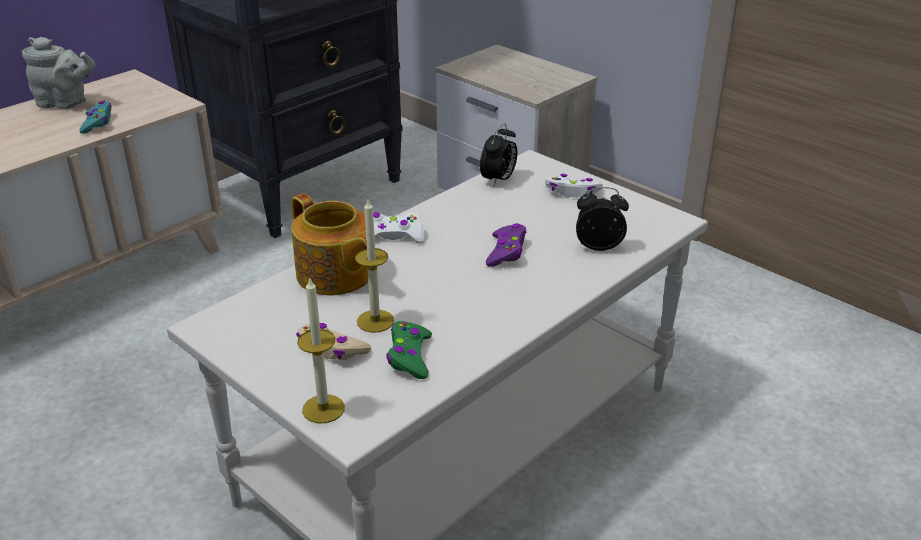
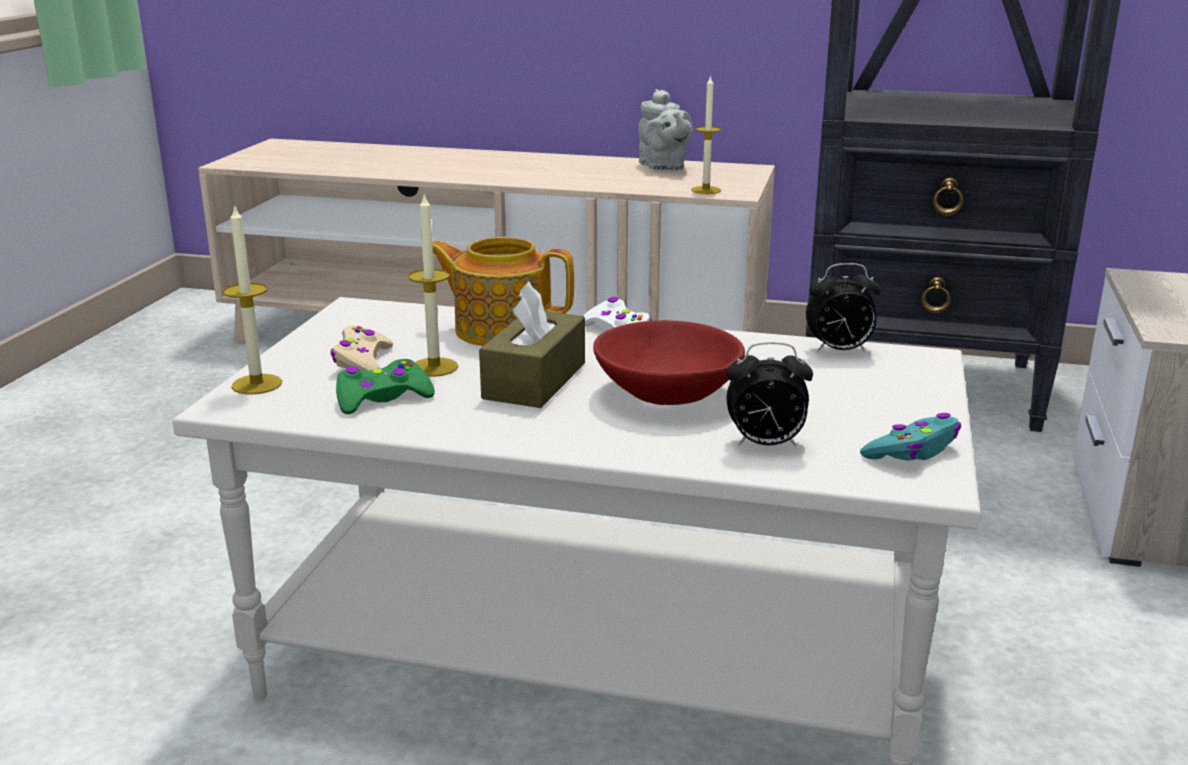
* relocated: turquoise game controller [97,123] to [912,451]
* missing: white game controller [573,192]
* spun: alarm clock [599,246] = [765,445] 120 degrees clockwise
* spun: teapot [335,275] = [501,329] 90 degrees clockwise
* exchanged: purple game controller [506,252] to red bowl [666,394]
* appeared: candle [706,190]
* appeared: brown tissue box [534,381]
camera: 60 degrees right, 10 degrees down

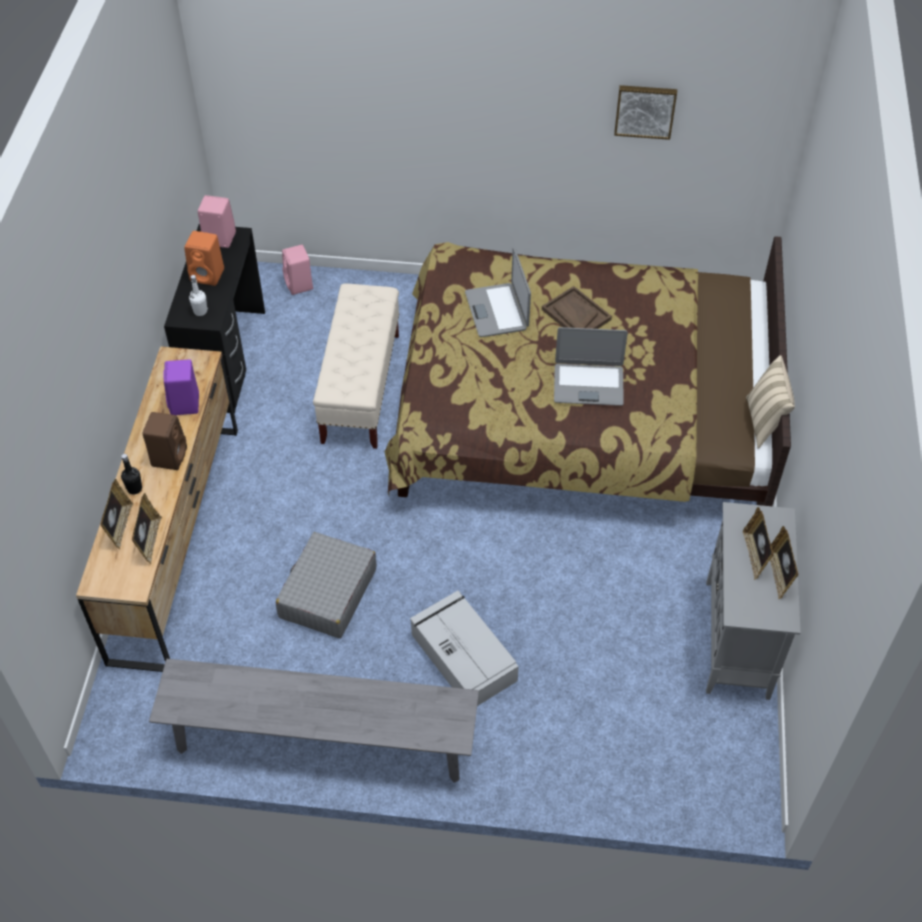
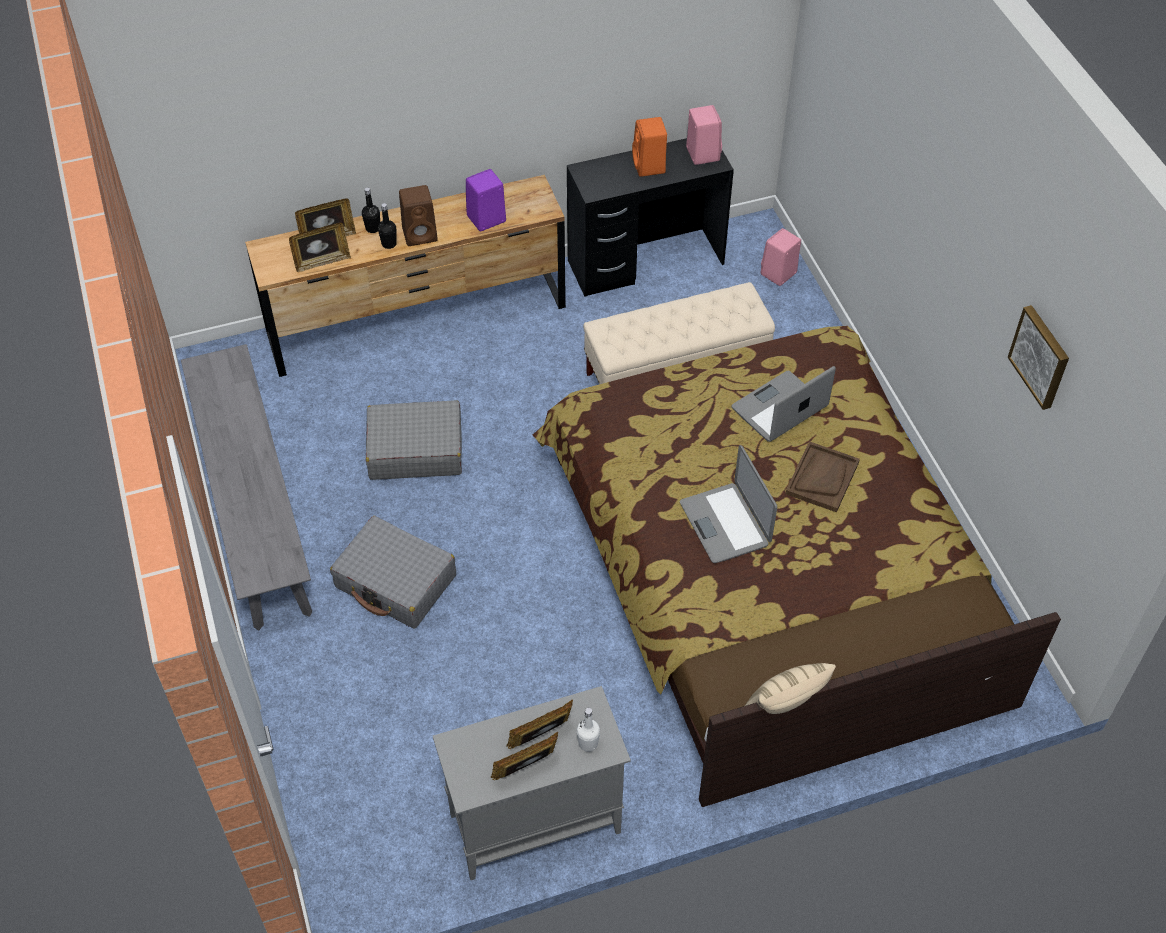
* relocated: white bottle [200,311] to [588,743]
* exchanged: grey storage box [462,656] to grey suitcase [396,582]
* appeared: black bottle [389,244]
camera: 65 degrees right, 0 degrees up

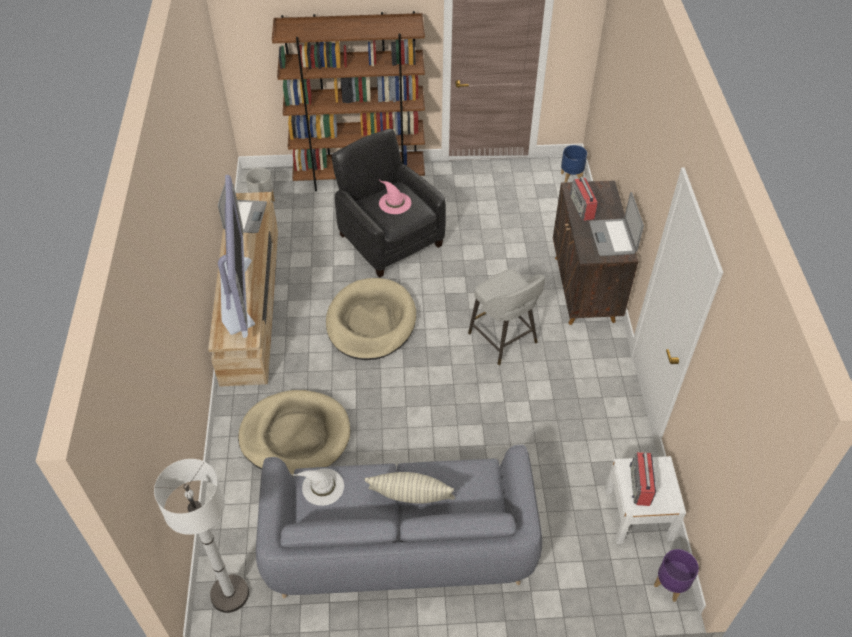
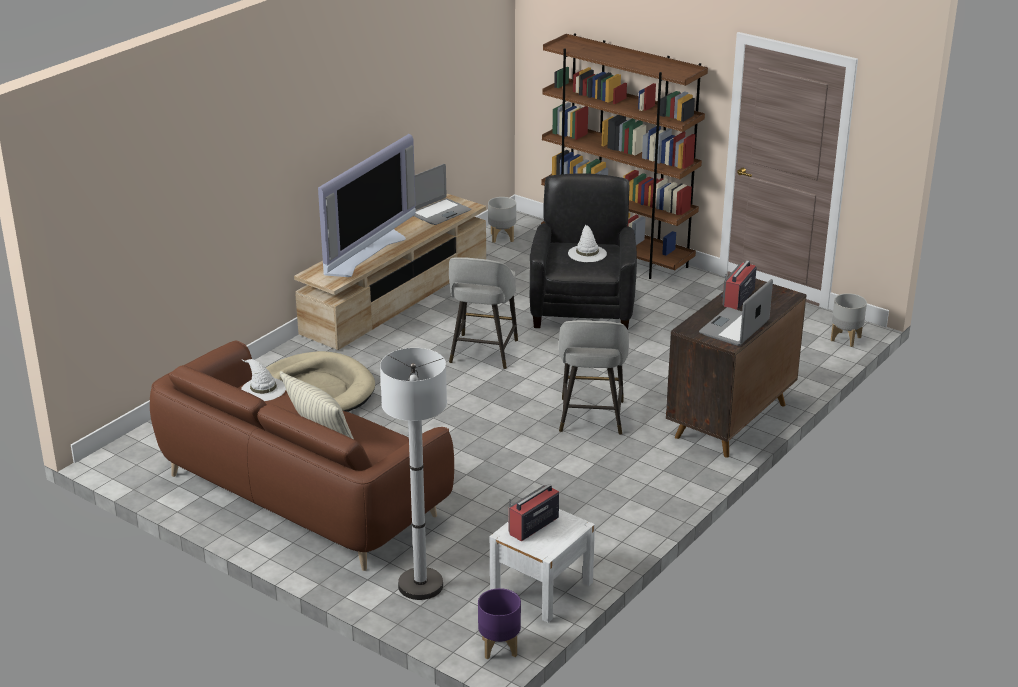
* colour: blue planter [571,177] to grey planter [846,339]
* colour: pink hat [394,202] to white hat [587,253]
* exchanged: beige dog bed [371,322] to grey stool [483,352]
* colour: grey sofa [400,544] to brown sofa [302,494]
* relocated: white floor lamp [229,594] to [420,585]
camera: 40 degrees right, 20 degrees down

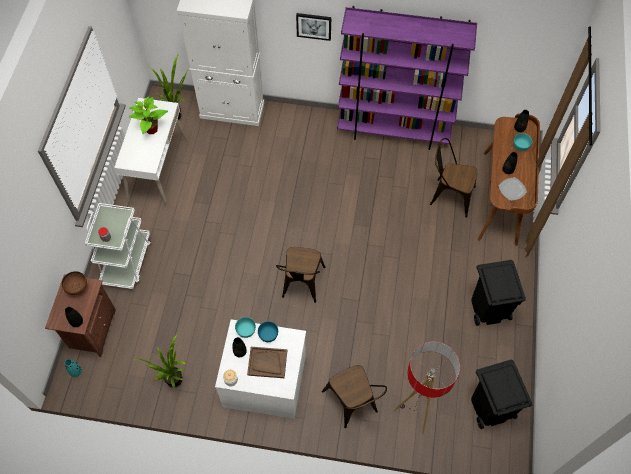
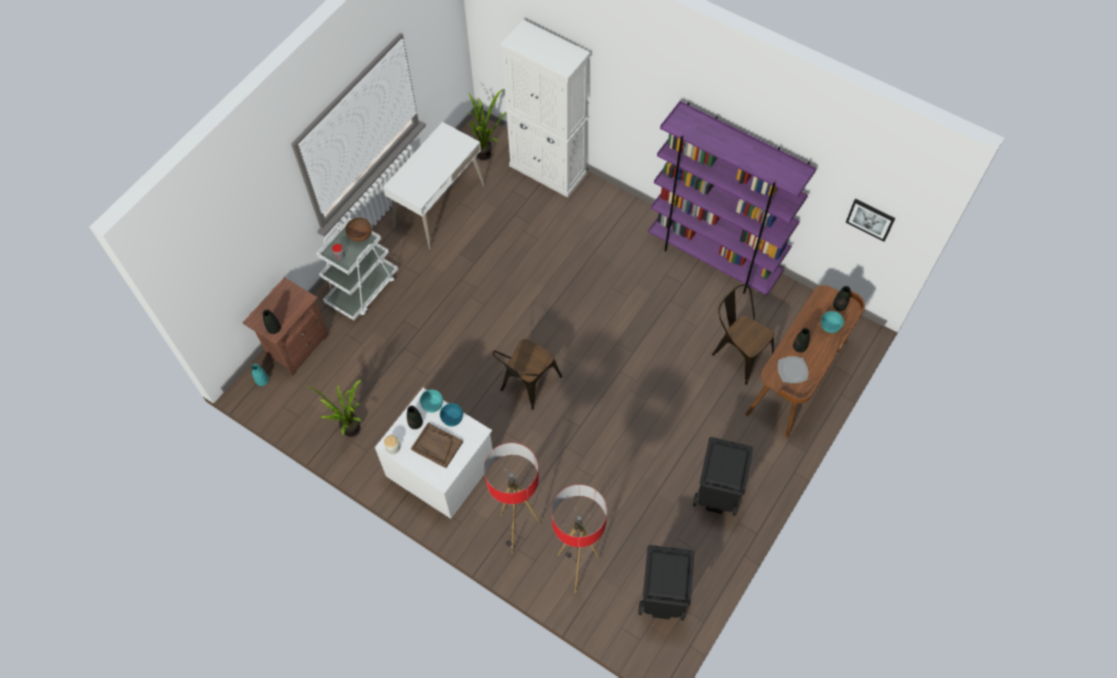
* relocated: picture [314,26] to [870,219]
* missing: potted plant [151,129]
* relocated: brown bowl [77,288] to [360,236]
* exchanged: brown chair [353,404] to floor lamp [518,531]
camera: 25 degrees right, 0 degrees up

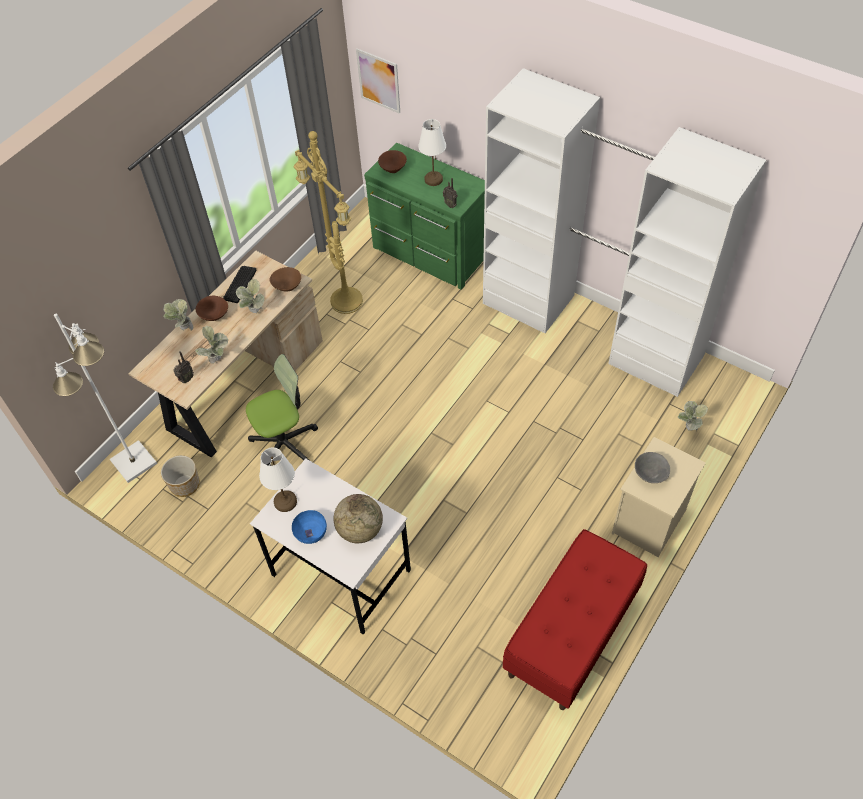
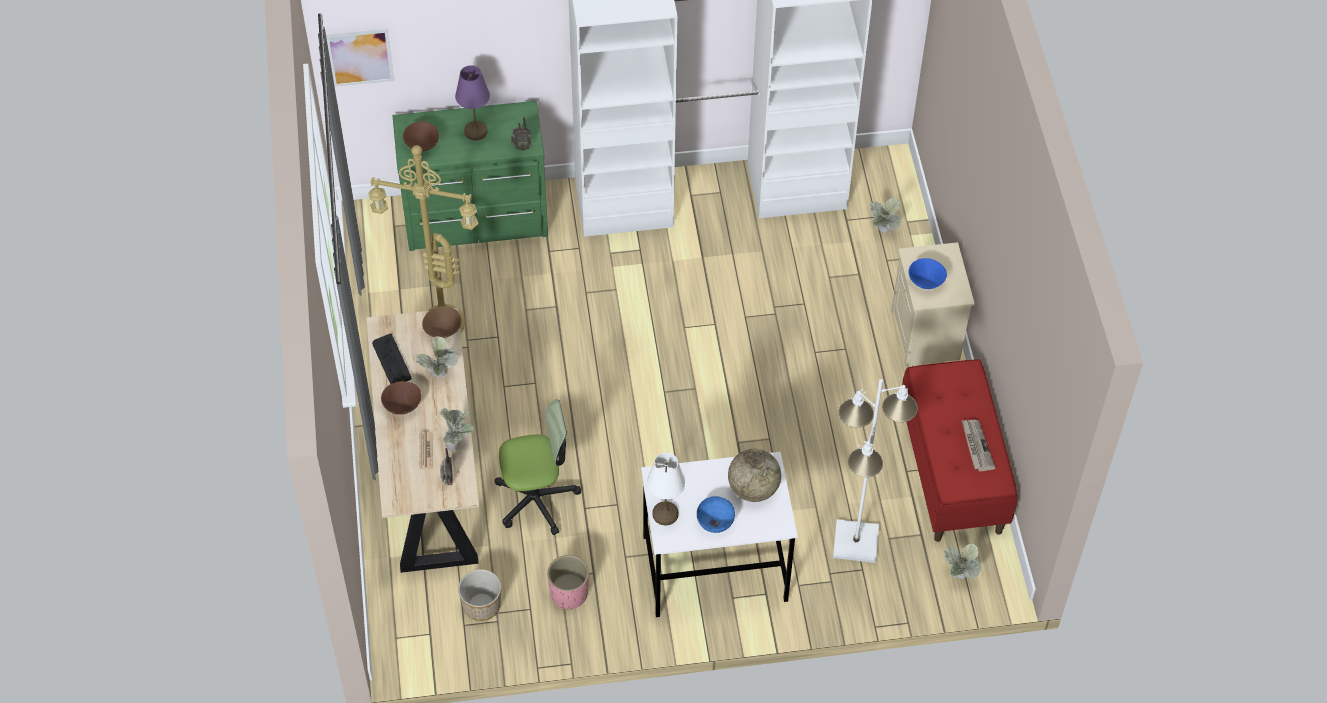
* colour: white table lamp [433,180] to purple table lamp [475,132]
* relocated: potted plant [183,329] to [958,577]
* relocated: white floor lamp [133,463] to [856,542]
* spun: office chair [285,443] = [536,499] 60 degrees clockwise
* colour: grey bowl [650,475] to blue bowl [926,282]
* appeared: newspaper [976,446]
* appeared: pink planter [569,593]
camera: 45 degrees left, 0 degrees up

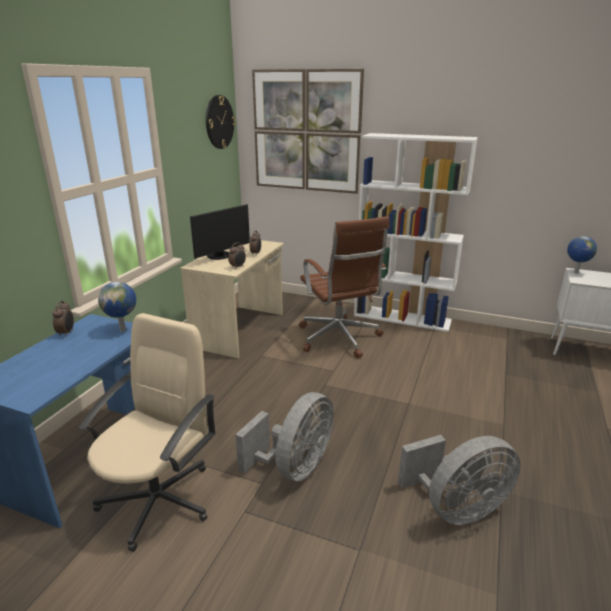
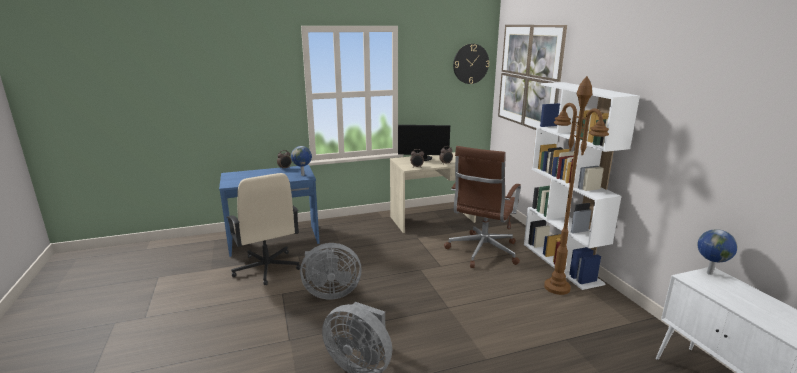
* spun: beige office chair [159,499] = [267,268] 75 degrees clockwise
* appeared: brown floor lamp [557,287]
camera: 50 degrees right, 5 degrees down

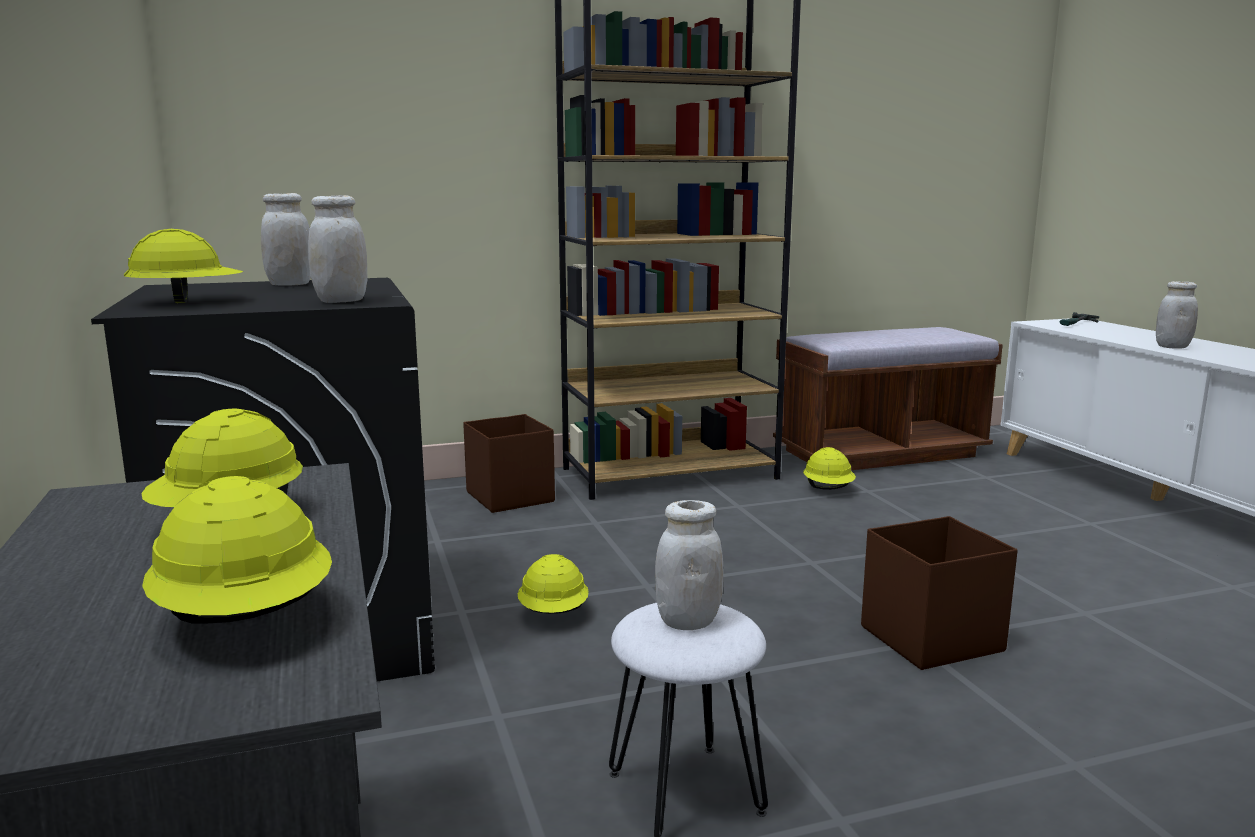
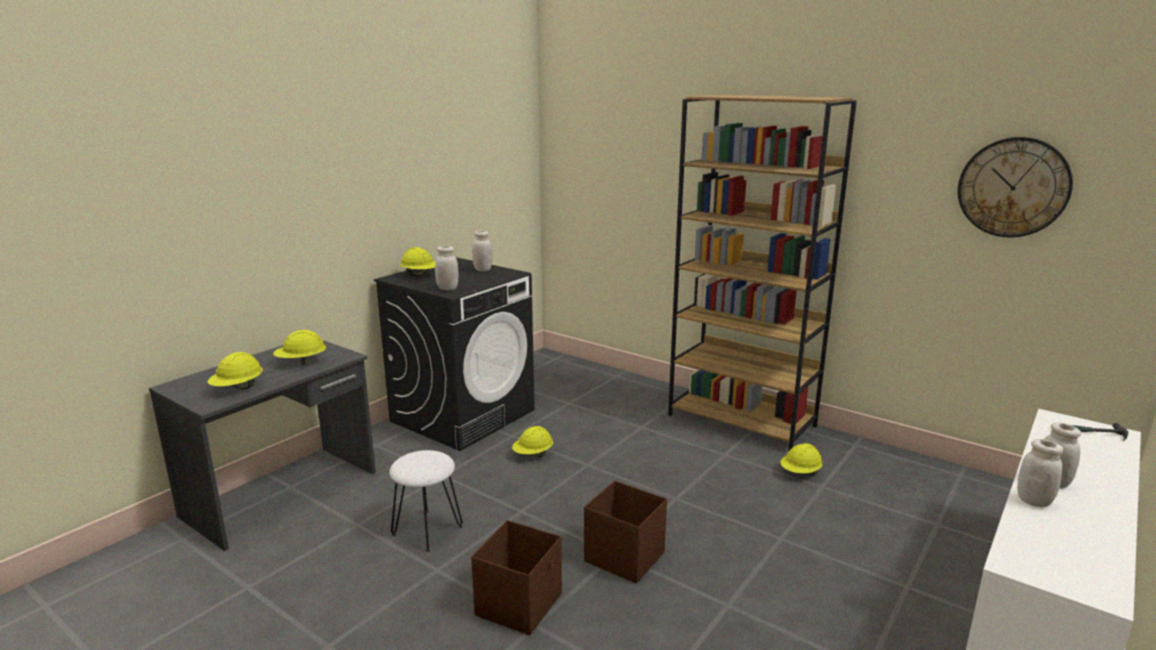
* missing: brown bench [879,453]
* relocated: brown storage box [510,496] to [520,604]
* relocated: white jar [688,621] to [1033,501]
* appeared: wall clock [1013,187]
camera: 55 degrees right, 5 degrees up

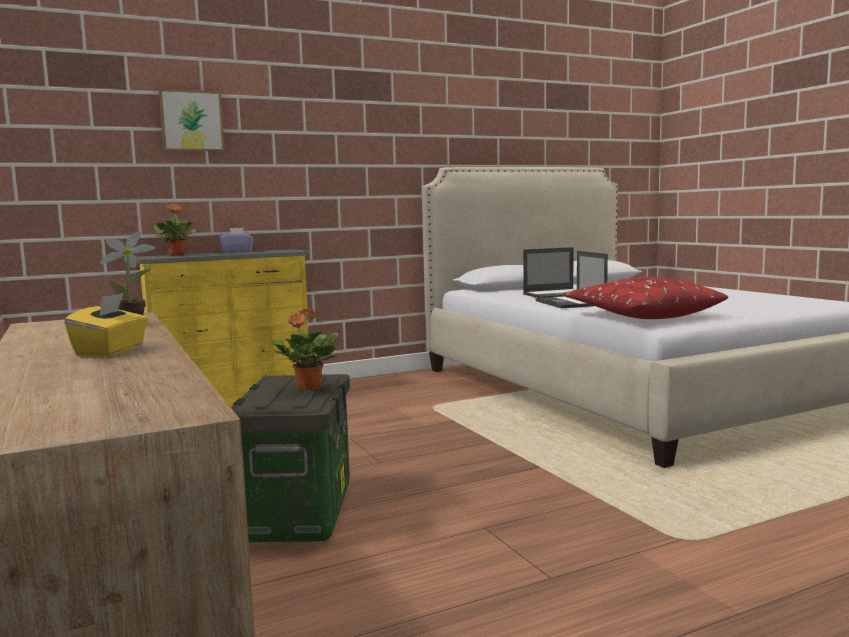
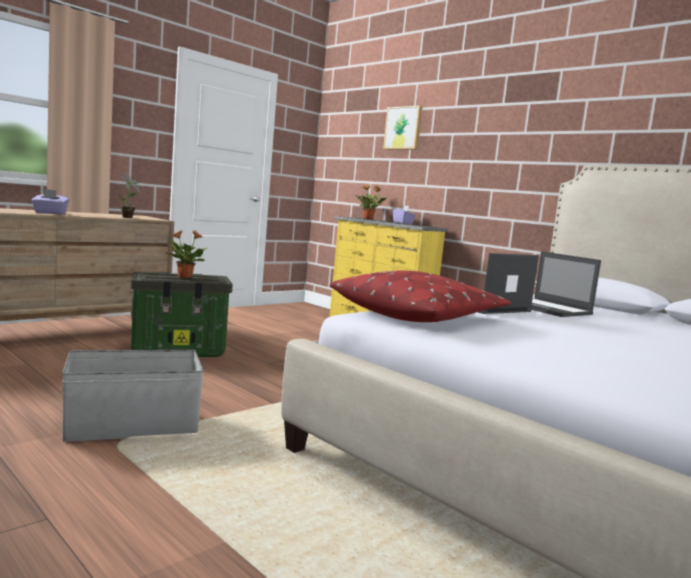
* colour: yellow tissue box [111,351] to purple tissue box [50,213]
* appeared: grey storage box [133,426]
camera: 70 degrees right, 0 degrees up

